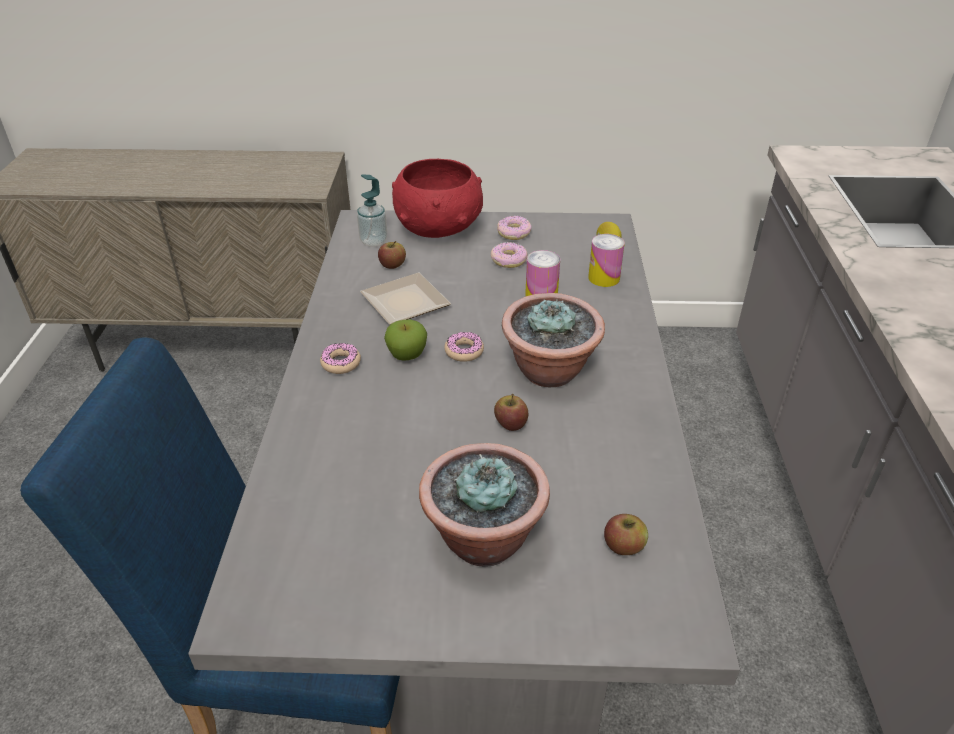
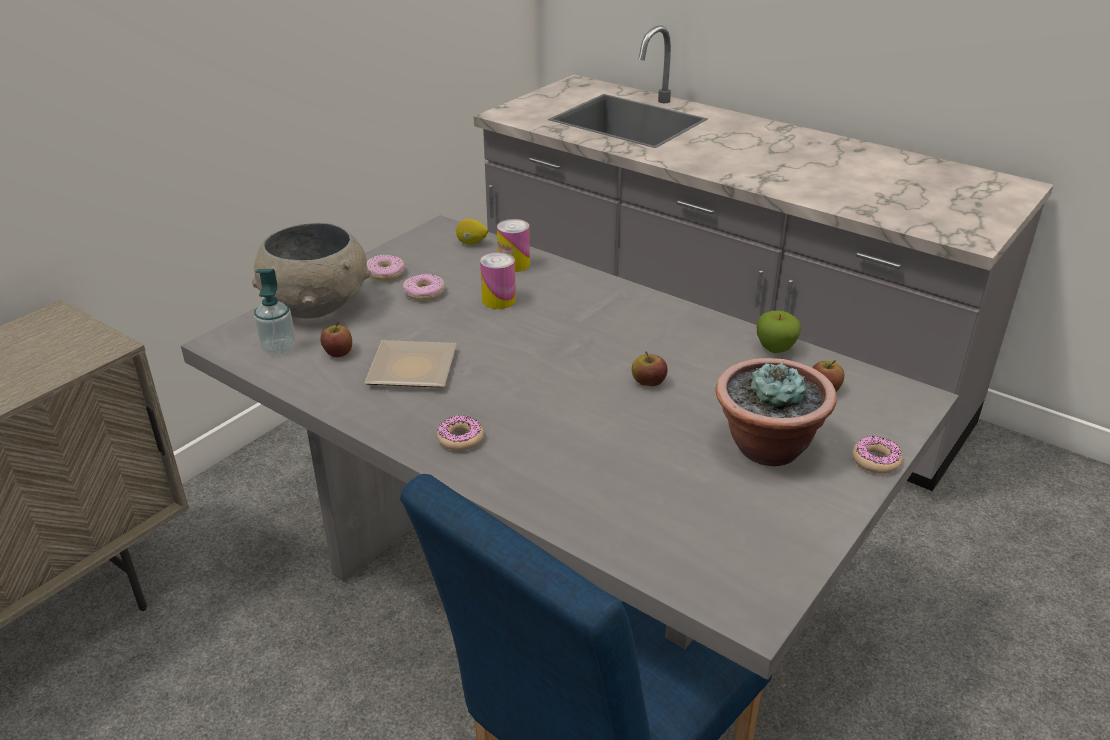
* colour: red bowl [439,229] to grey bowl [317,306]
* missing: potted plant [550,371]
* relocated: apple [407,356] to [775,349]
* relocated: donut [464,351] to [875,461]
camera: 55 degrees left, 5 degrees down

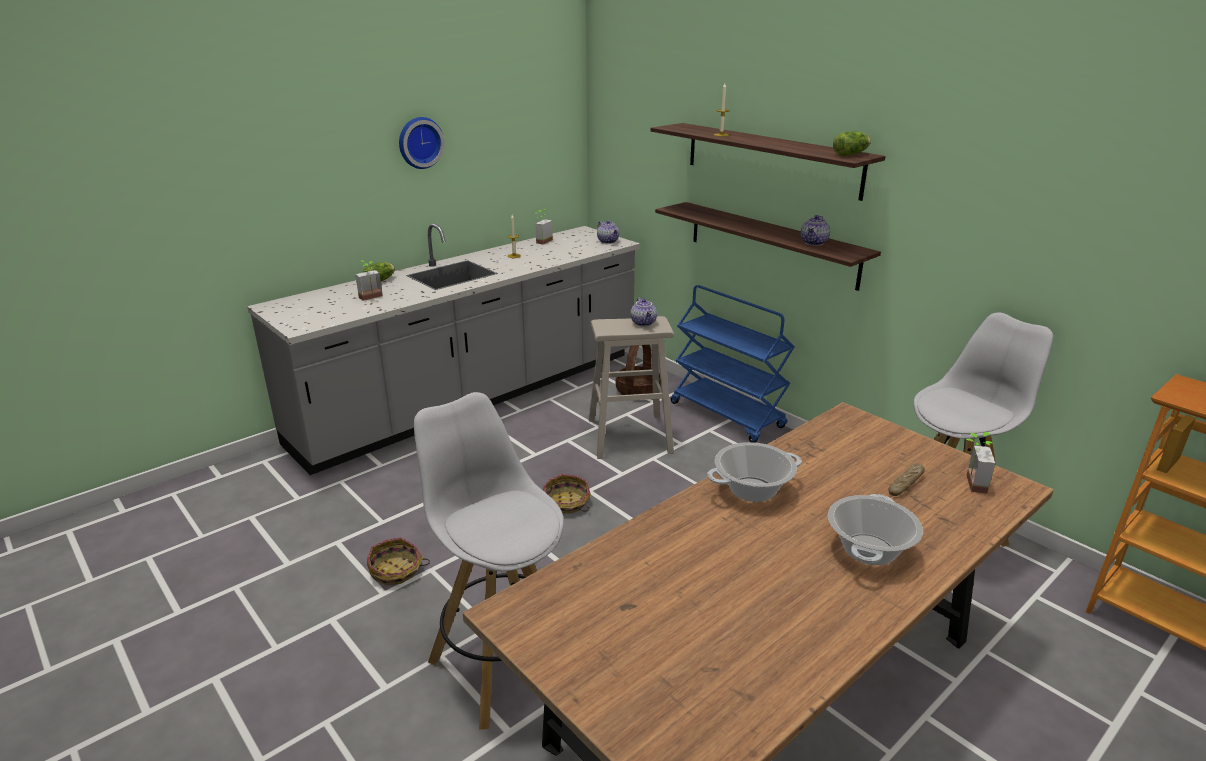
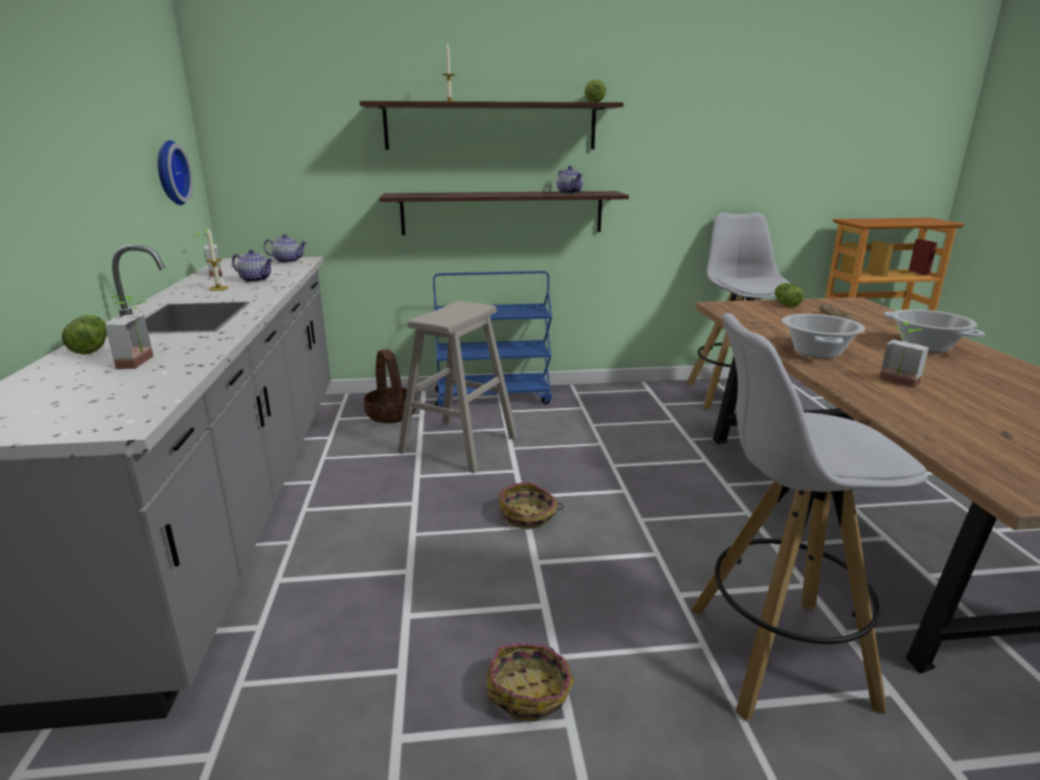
* relocated: wall clock [419,142] to [169,173]
* relocated: teapot [644,323] to [256,280]
* relocated: potted plant [969,483] to [896,382]
* appeared: lettuce [785,304]
camera: 55 degrees left, 5 degrees down

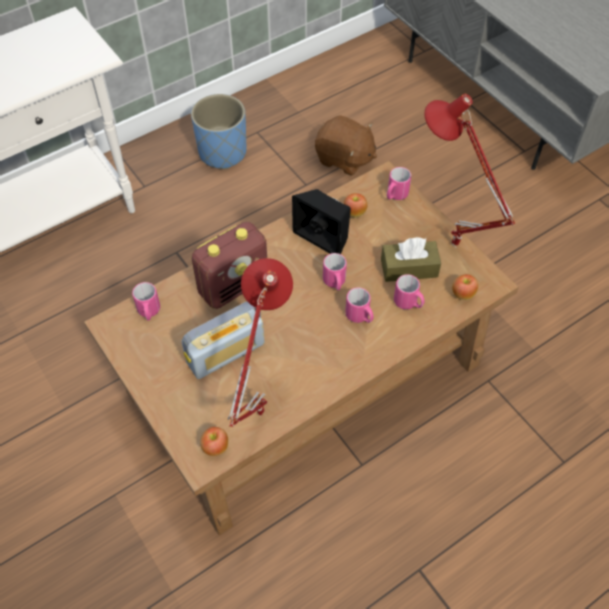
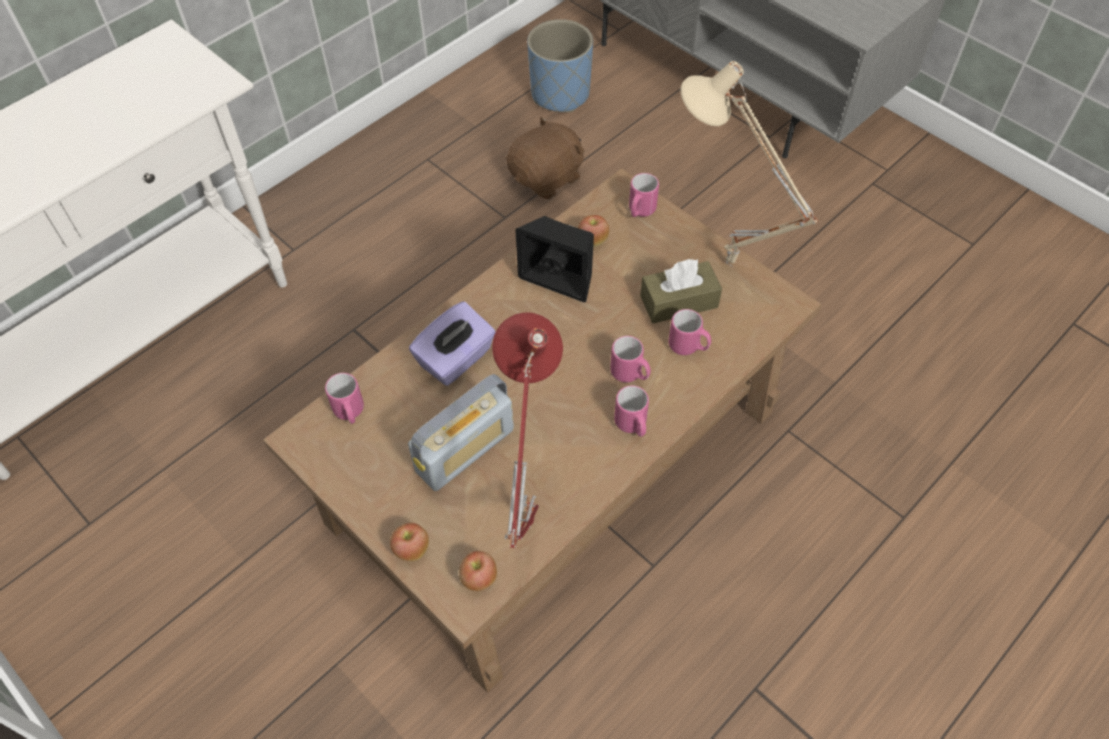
* relocated: blue planter [222,152] to [560,94]
* colour: red table lamp [451,247] to beige table lamp [725,267]
* spun: brown plush toy [344,159] = [547,178] 60 degrees counterclockwise
* exchanged: radio [234,285] to purple tissue box [456,359]
* relocated: pink mug [335,283] to [632,425]
* relocated: apple [463,294] to [411,550]
camera: 10 degrees left, 0 degrees up

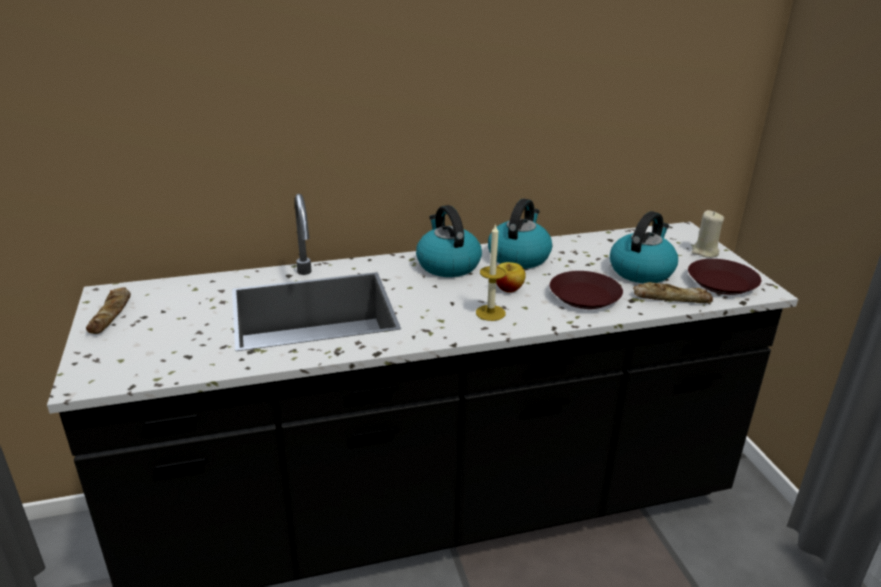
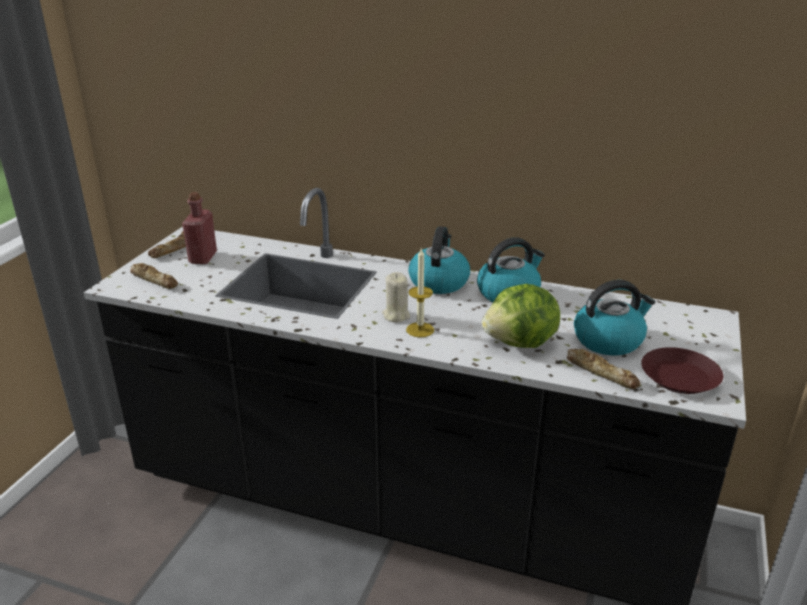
* relocated: beige candle [705,252] to [396,315]
* missing: apple [508,288]
* exchanged: brown plate [585,296] to lettuce [521,343]
* appeared: red bottle [203,258]
* appeared: bread [154,280]
camera: 35 degrees right, 0 degrees up

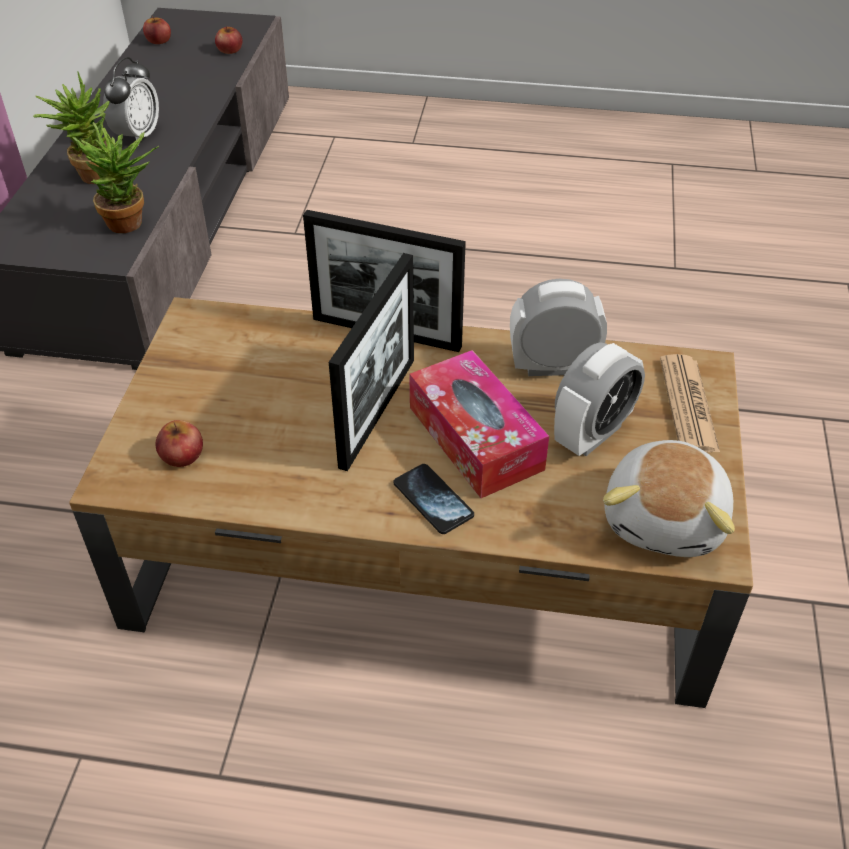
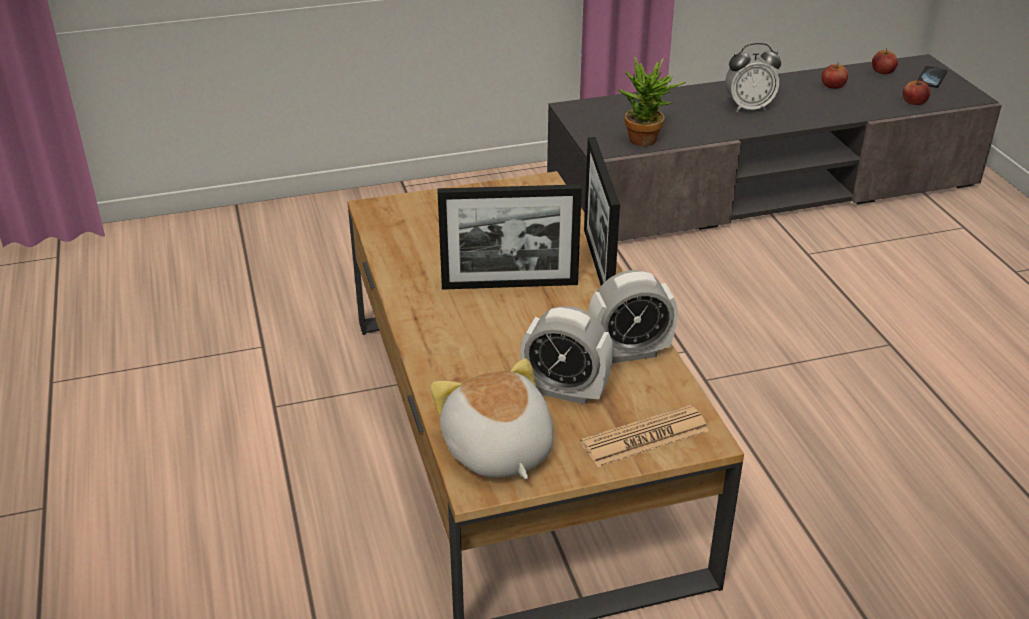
* missing: potted plant [91,174]
* spun: alarm clock [553,366] = [629,352] 105 degrees clockwise
* missing: tissue box [475,438]
* relocated: apple [182,455] to [833,85]
* spun: plush toy [666,519] = [497,451] 75 degrees clockwise
* relocated: phone [433,500] to [931,78]
camera: 65 degrees right, 10 degrees down

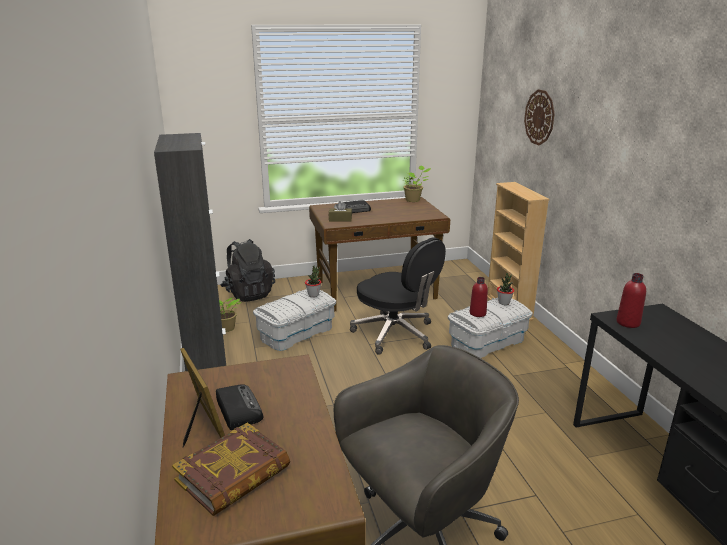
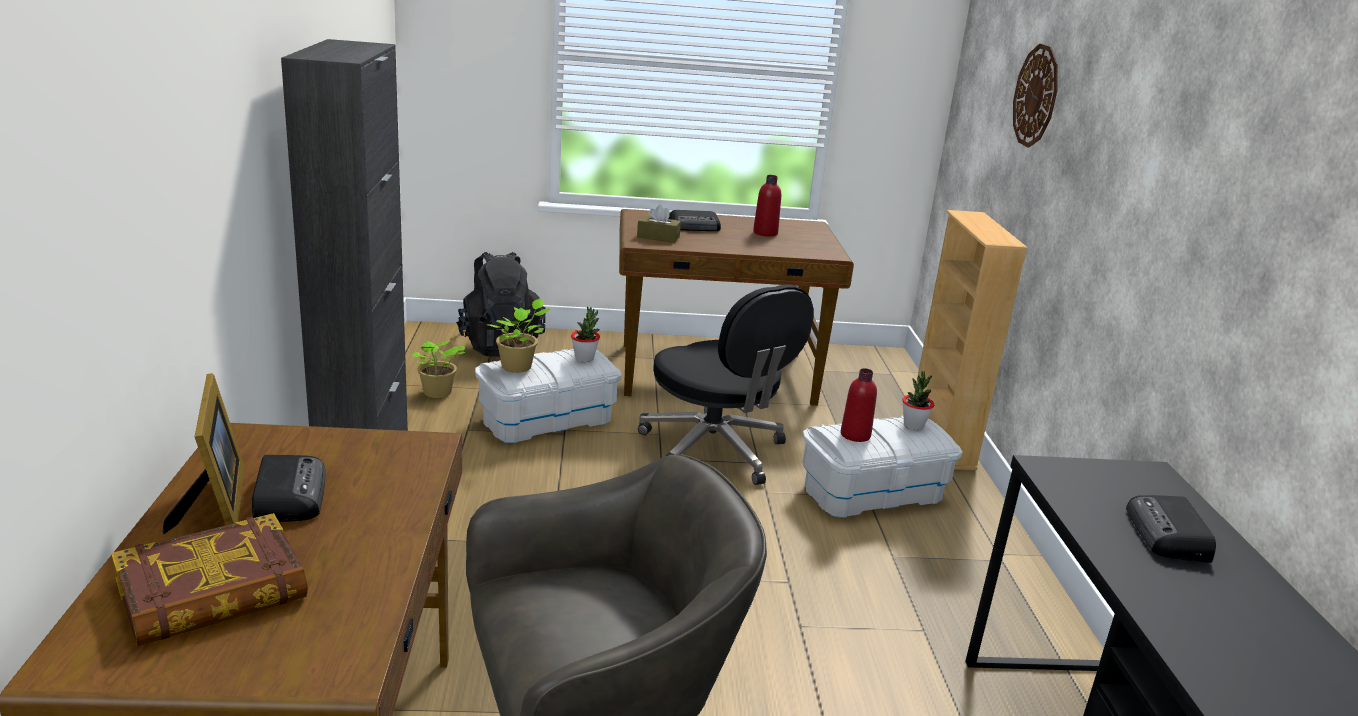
* relocated: potted plant [414,200] to [519,367]
* relocated: red bottle [628,323] to [765,233]
* appeared: radio [1168,535]
camera: 10 degrees right, 0 degrees up

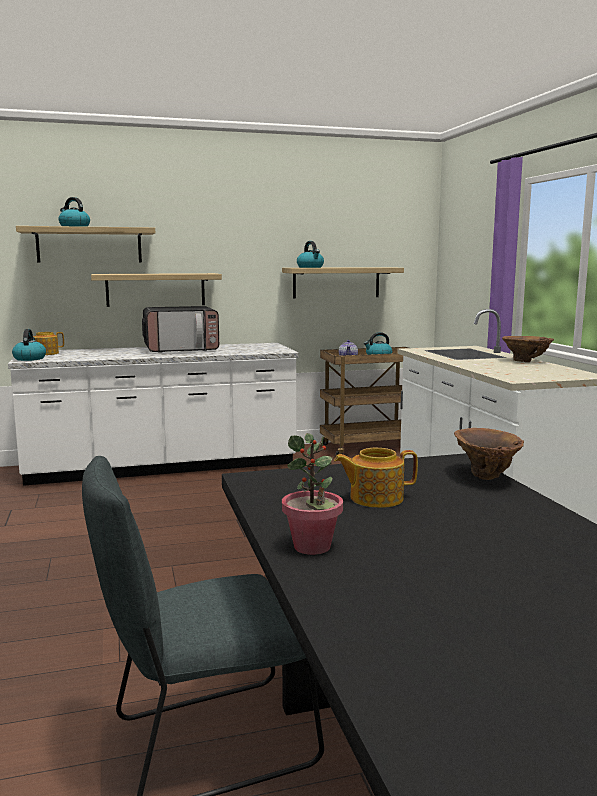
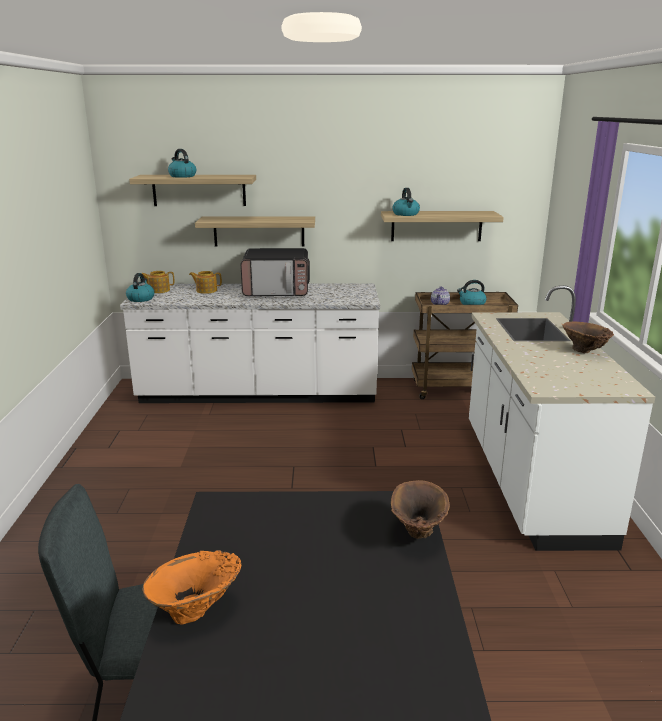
* exchanged: potted plant [312,547] to orange vase [197,612]
* relocated: teapot [375,498] to [206,290]
camera: 15 degrees right, 10 degrees up

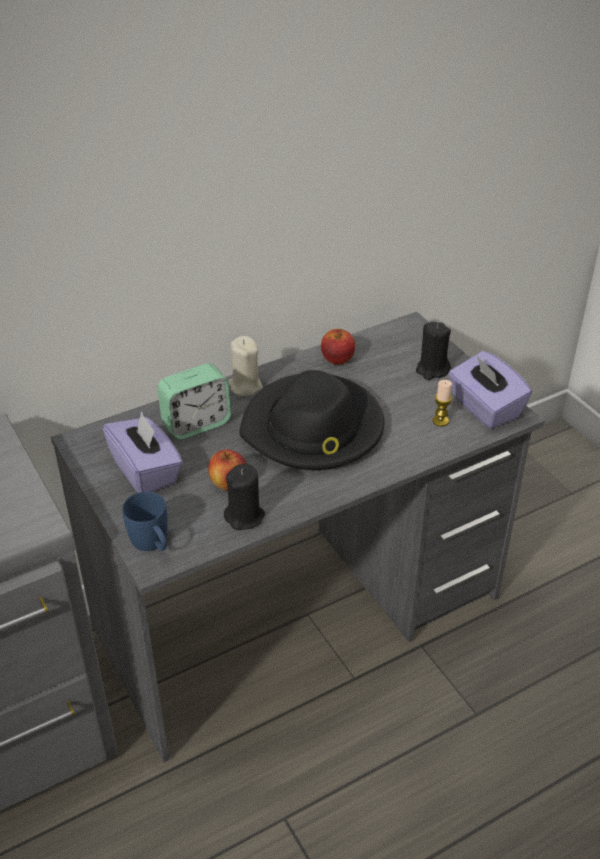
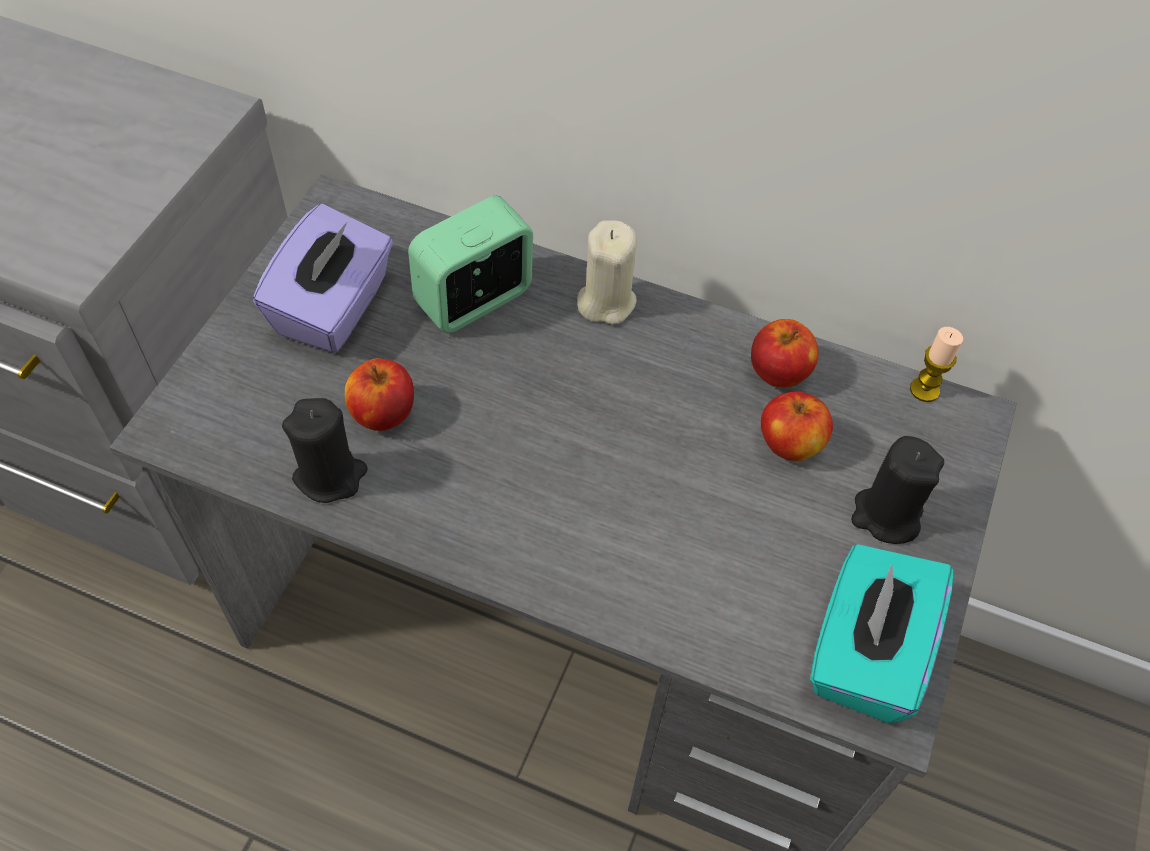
* colour: purple tissue box [484,408] to turquoise tissue box [864,653]
* spun: alarm clock [196,424] = [474,300] 120 degrees clockwise
* missing: black hat [313,428]
* relocated: candle [440,421] to [924,390]
* missing: blue mug [152,543]
* appeared: apple [790,444]
camera: 50 degrees right, 15 degrees up

